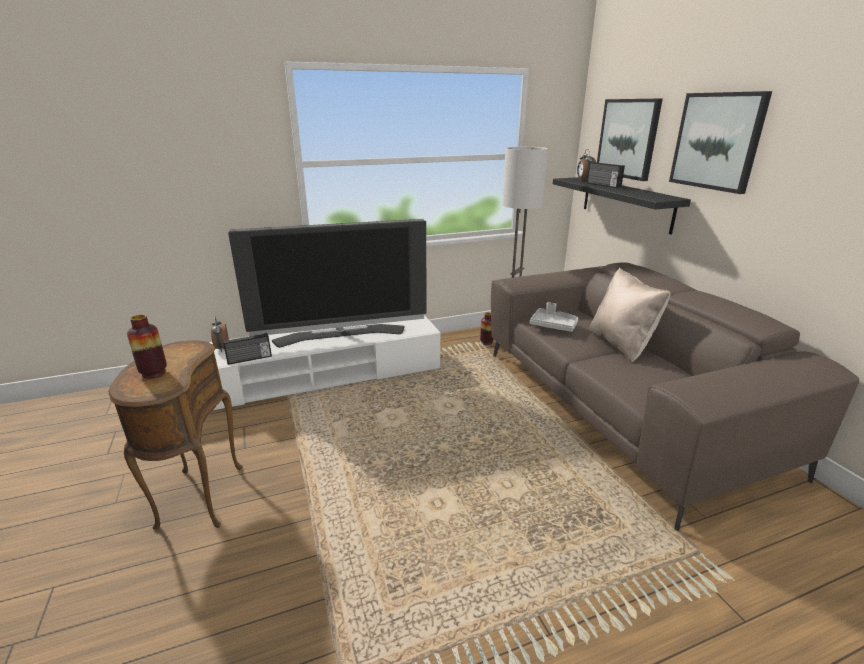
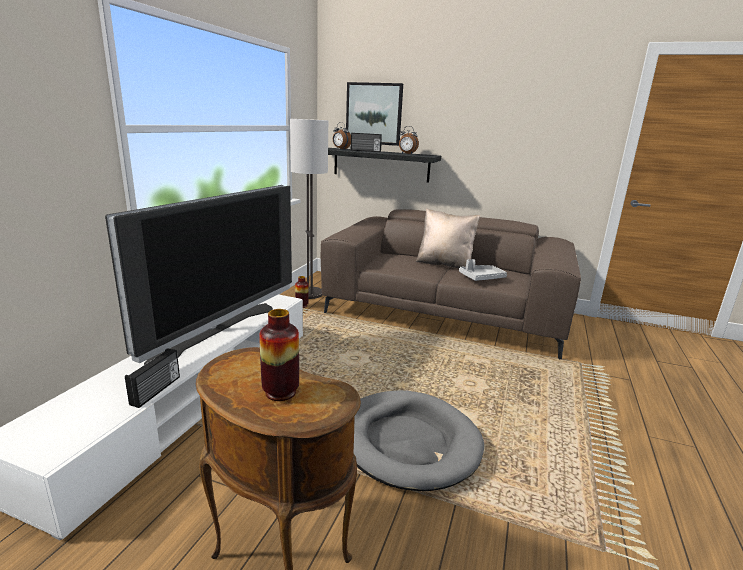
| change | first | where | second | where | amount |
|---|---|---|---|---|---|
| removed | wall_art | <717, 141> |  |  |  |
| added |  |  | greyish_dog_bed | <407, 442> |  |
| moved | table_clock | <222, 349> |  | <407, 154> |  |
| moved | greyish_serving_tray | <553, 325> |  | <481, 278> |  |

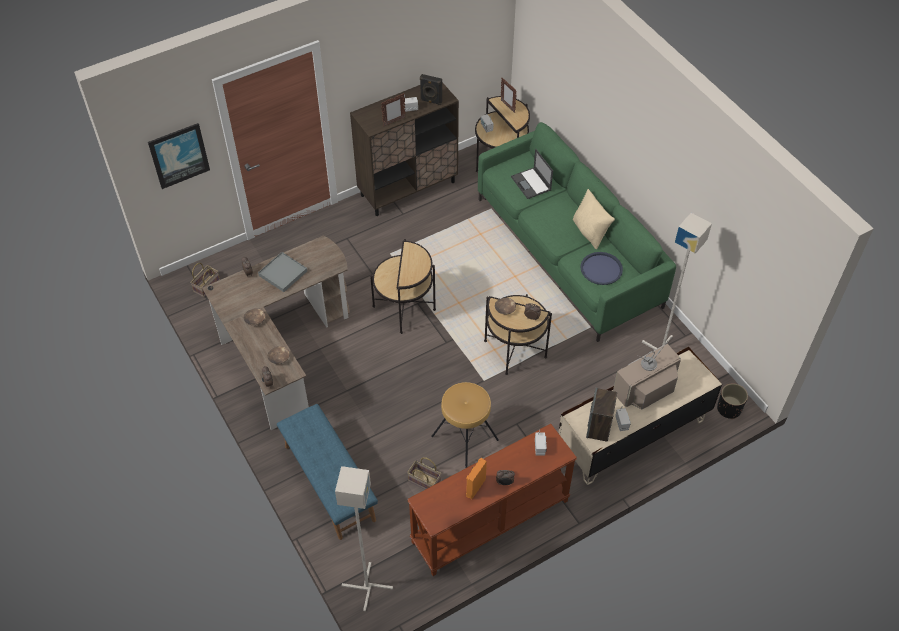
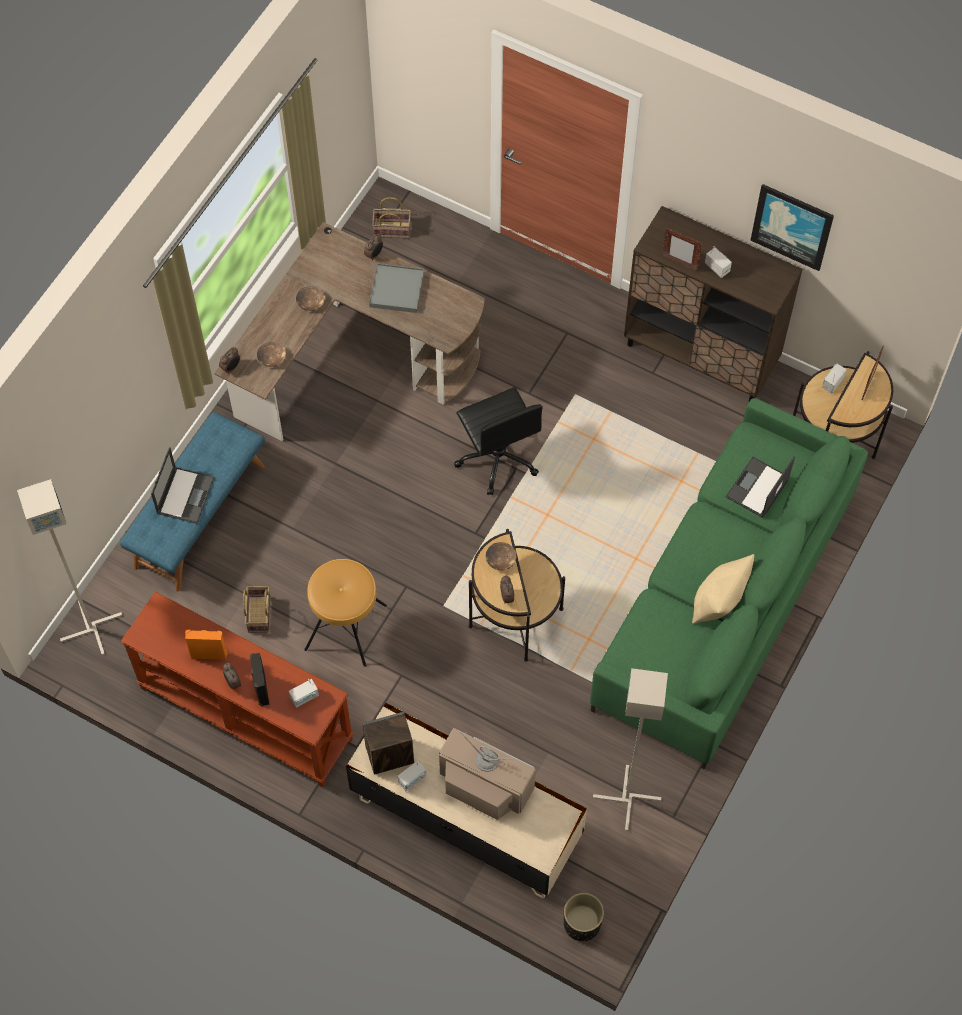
| change | first | where | second | where | amount |
|---|---|---|---|---|---|
| removed | blue-coloured_serving_tray | <601, 269> |  |  |  |
| added |  |  | laptop | <185, 494> |  |
| moved | wall_art | <179, 155> |  | <792, 226> |  |
| moved | black_loudspeaker | <431, 101> |  | <261, 689> |  |
| replaced | side_table | <404, 308> | black_office_chair | <498, 457> |  |

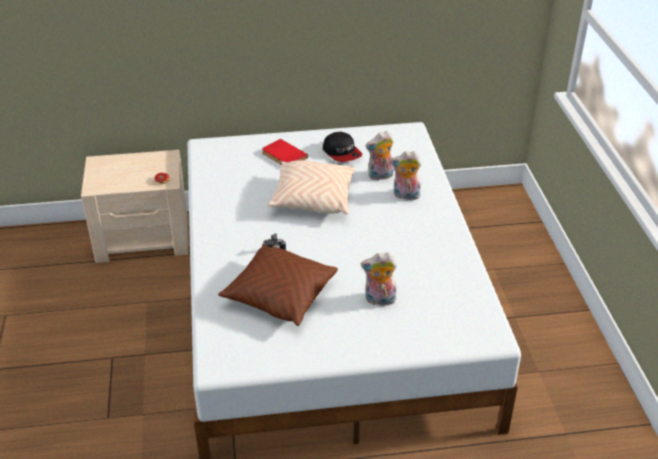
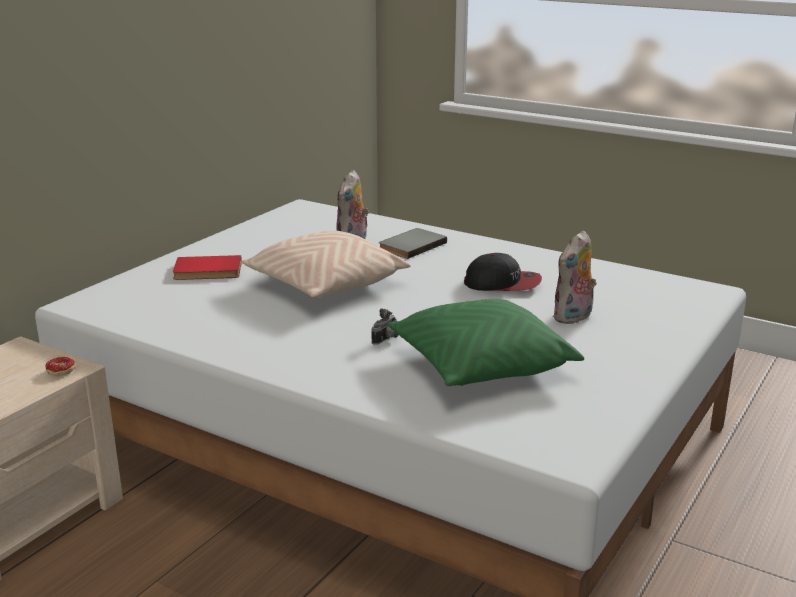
| change | first | where | second | where | amount |
|---|---|---|---|---|---|
| moved | peaked_cap | <342, 152> |  | <502, 284> |  |
| replaced | cuddly_toy | <405, 196> | greyish_volume | <410, 245> |  |
| recoloured | brown-coloured_cushion | <279, 295> | green-coloured_cushion | <480, 366> |  |

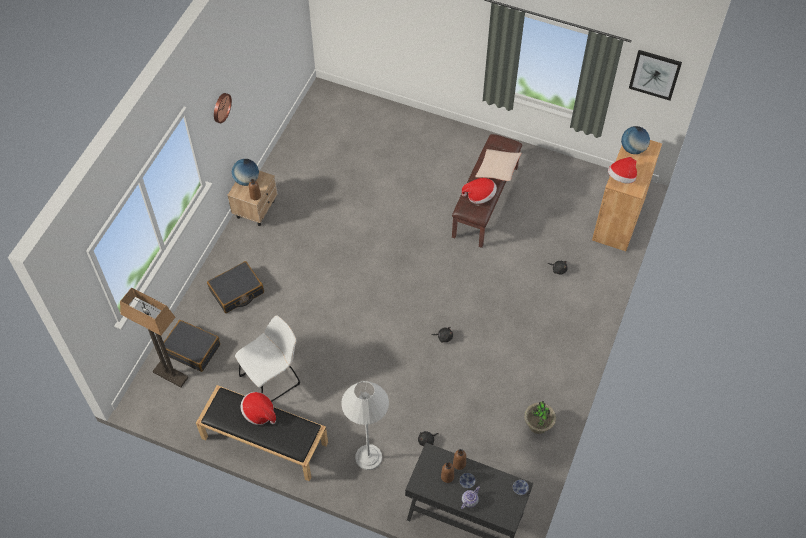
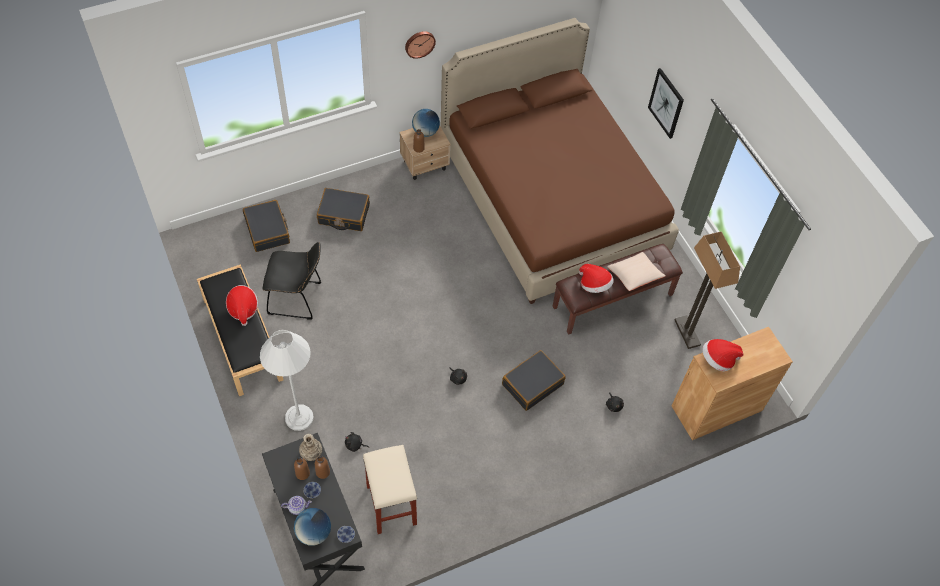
| change | first | where | second | where | amount |
|---|---|---|---|---|---|
| removed | potted_plant | <538, 425> |  |  |  |
| added |  |  | decorative_vase | <311, 452> |  |
| added |  |  | beige-coloured_stool_seat | <392, 505> |  |
| added |  |  | brown-coloured_sleeping_bed | <551, 199> |  |
| added |  |  | black_suitcase | <532, 384> |  |
| moved | standing_lamp | <171, 375> |  | <687, 333> |  |
| moved | desk_globe | <633, 149> |  | <314, 533> |  |
| moved | wall_art | <655, 74> |  | <666, 103> |  |
| recoloured | whitish_chair | <272, 378> | black_chair | <298, 299> |  |

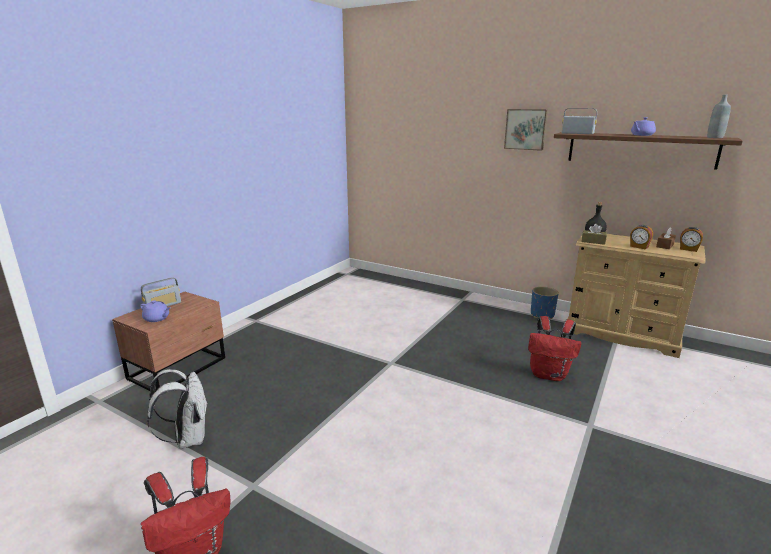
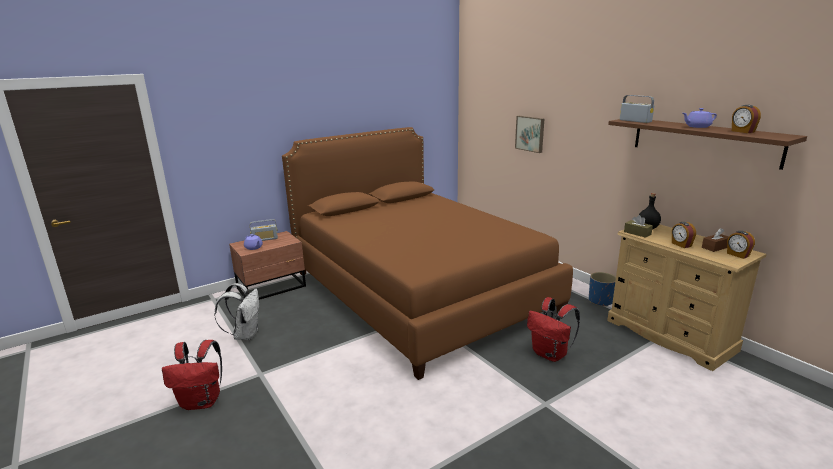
| change | first | where | second | where | amount |
|---|---|---|---|---|---|
| removed | greyish_beverage_bottle | <715, 137> |  |  |  |
| added |  |  | brown-coloured_sleeping_bed | <419, 291> |  |
| added |  |  | table_clock | <742, 131> |  |
| moved | wall_art | <525, 129> |  | <530, 133> |  |

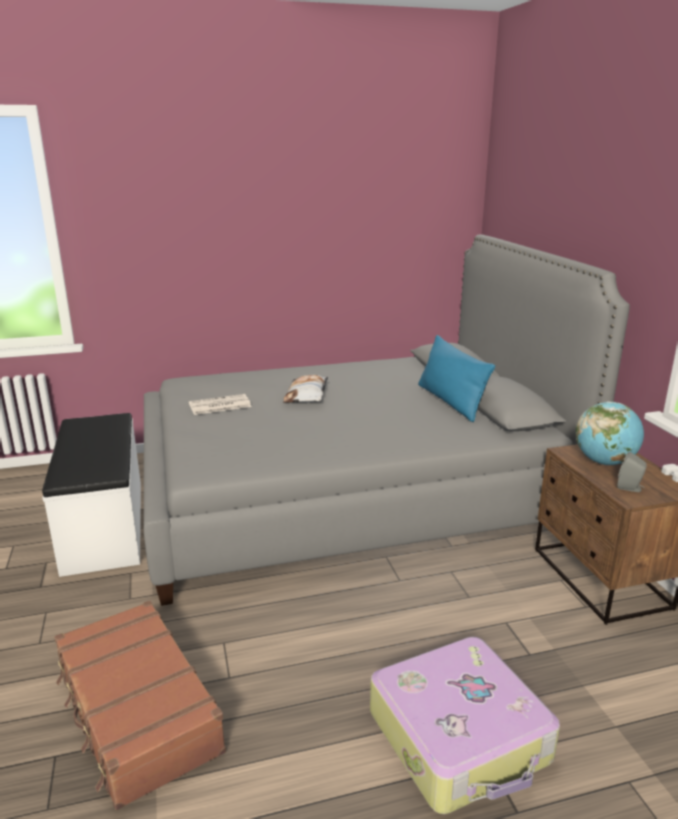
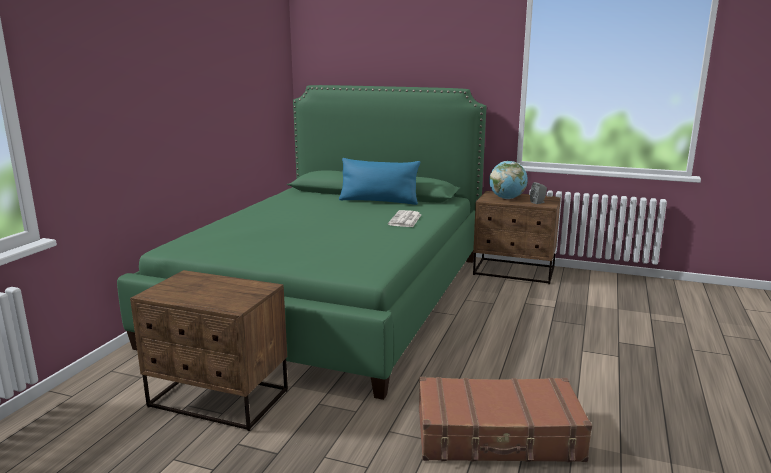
| change | first | where | second | where | amount |
|---|---|---|---|---|---|
| removed | cushion | <307, 395> |  |  |  |
| removed | suitcase | <460, 737> |  |  |  |
| moved | daily_paper | <219, 405> |  | <405, 220> |  |
| replaced | whitish_indoor_bench | <106, 524> | brown-coloured_bedside_table | <218, 399> |  |
| recoloured | greyish_sleeping_bed | <348, 491> | green-coloured_sleeping_bed | <332, 296> |  |

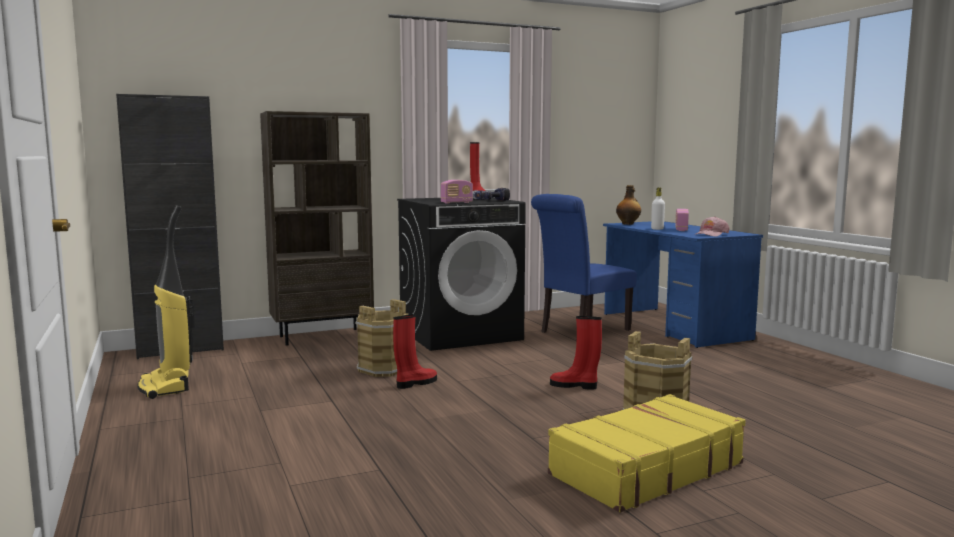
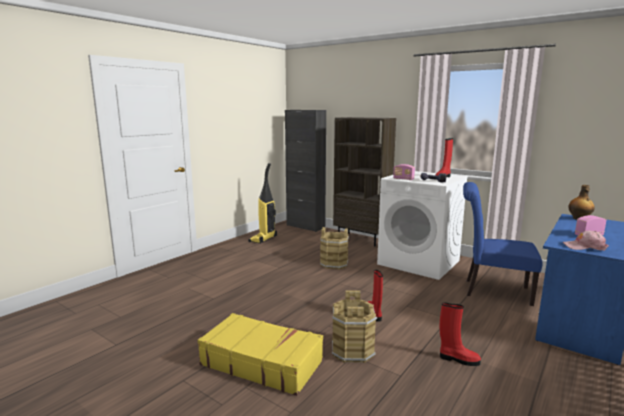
| change | first | where | second | where | amount |
|---|---|---|---|---|---|
| removed | whitish_beverage_bottle | <657, 229> |  |  |  |
| moved | reddish_tall_boot | <415, 383> |  | <458, 359> |  |
| recoloured | black_laundry_appliance | <460, 334> | whitish_laundry_appliance | <419, 262> |  |

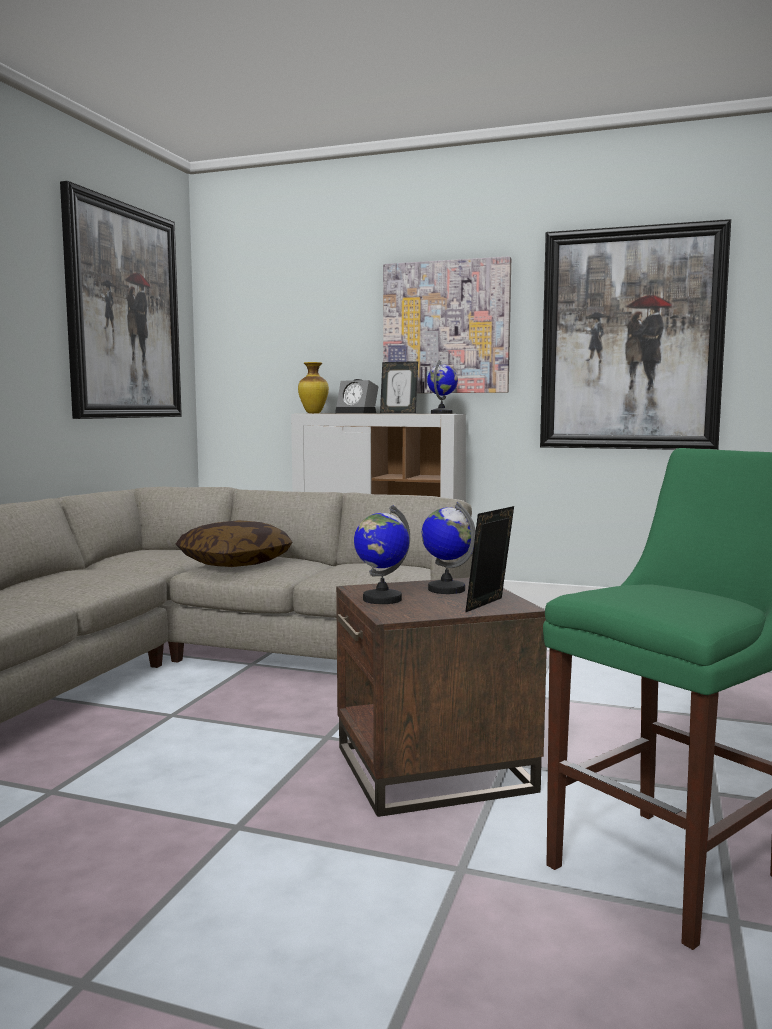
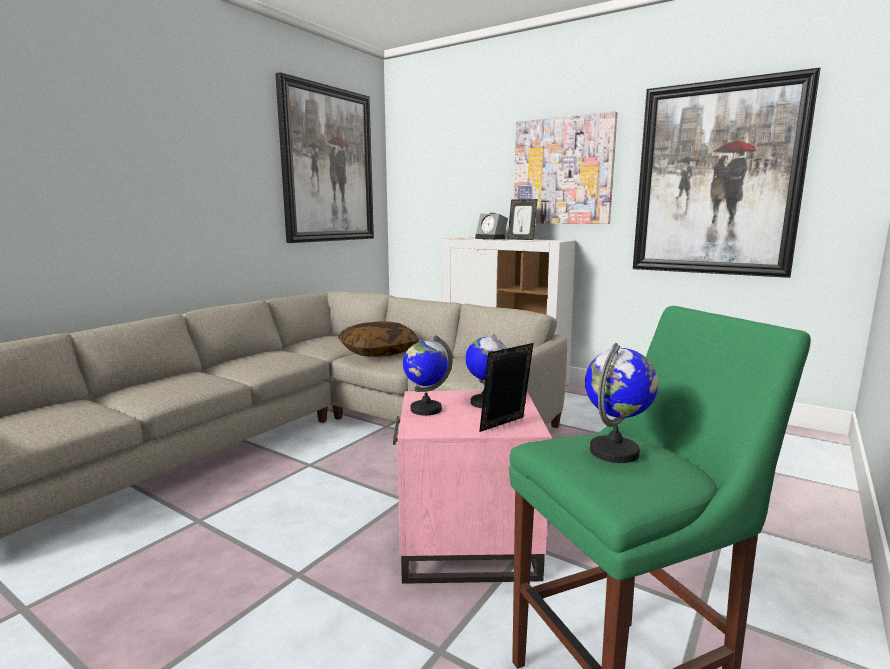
| change | first | where | second | where | amount |
|---|---|---|---|---|---|
| removed | decorative_vase | <313, 413> |  |  |  |
| moved | desk_globe | <441, 413> |  | <614, 452> |  |
| recoloured | brown-coloured_side_table | <434, 769> | pink_side_table | <468, 543> |  |

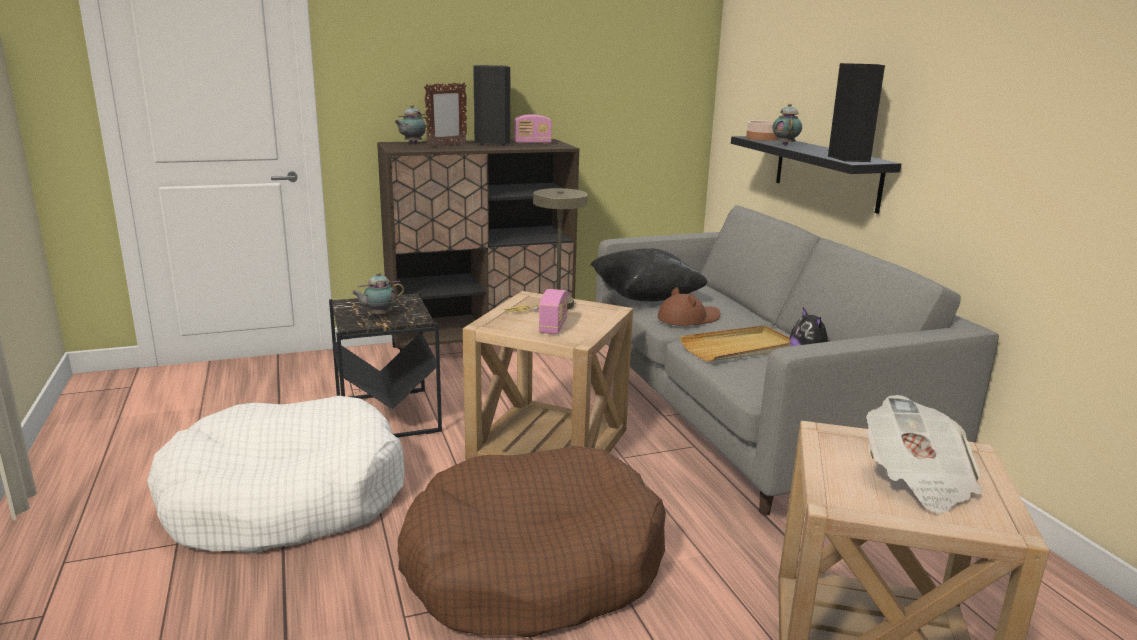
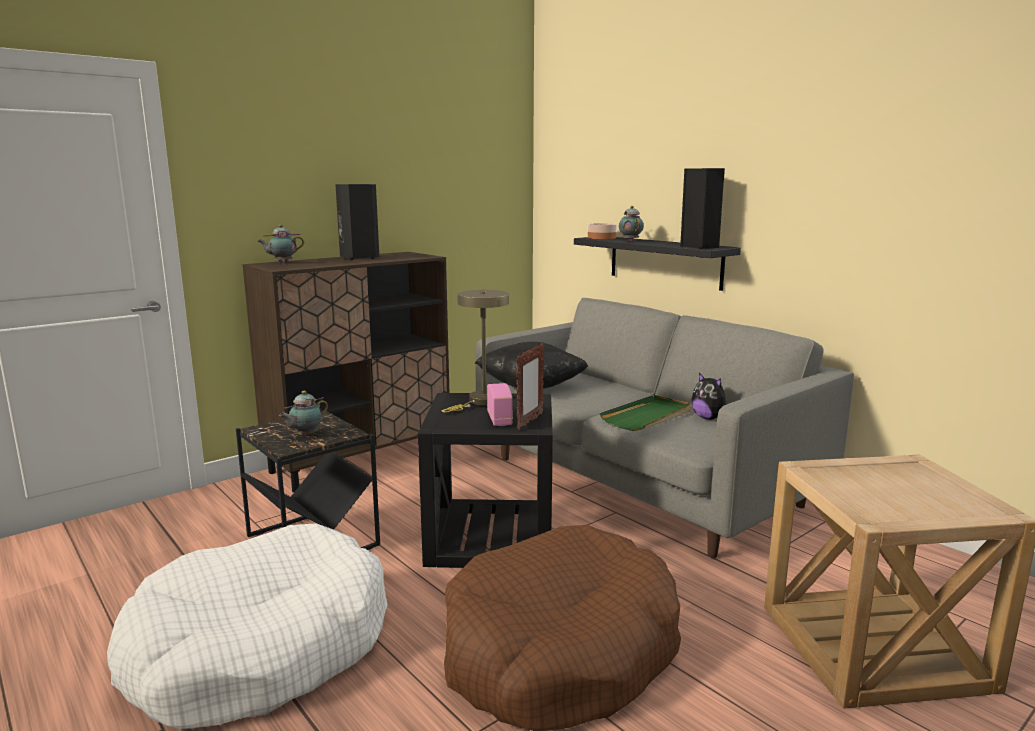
| change | first | where | second | where | amount |
|---|---|---|---|---|---|
| removed | radio_receiver | <532, 143> |  |  |  |
| removed | brown-coloured_hat | <688, 319> |  |  |  |
| removed | daily_paper | <917, 480> |  |  |  |
| moved | picture_frame | <446, 145> |  | <529, 422> |  |
| recoloured | beige-coloured_side_table | <548, 444> | black_side_table | <490, 536> |  |
| recoloured | beige-coloured_serving_tray | <739, 348> | green-coloured_serving_tray | <648, 416> |  |
| turned | teapot | <412, 143> |  | <282, 263> | 45 degrees clockwise |

